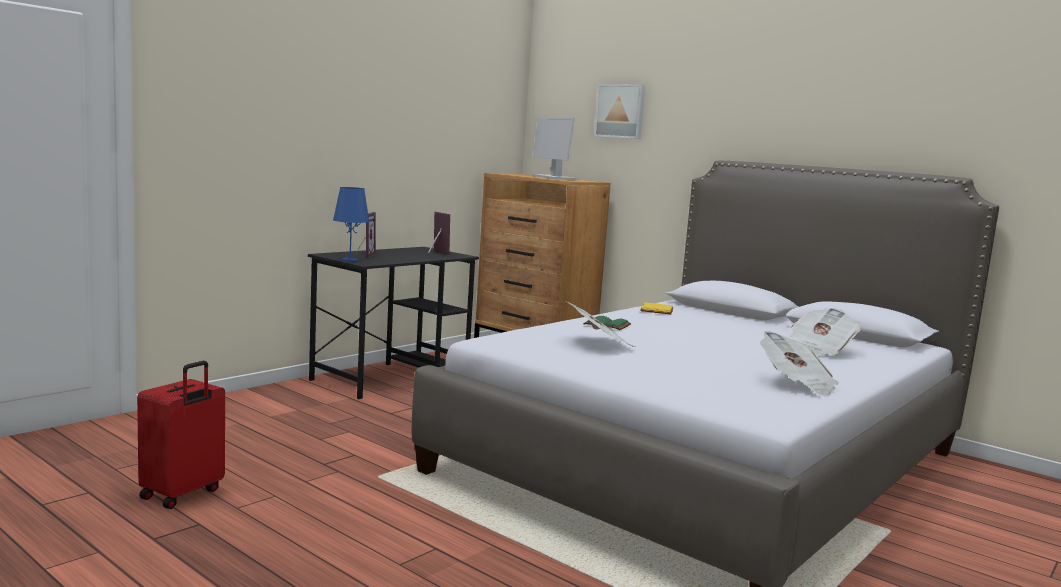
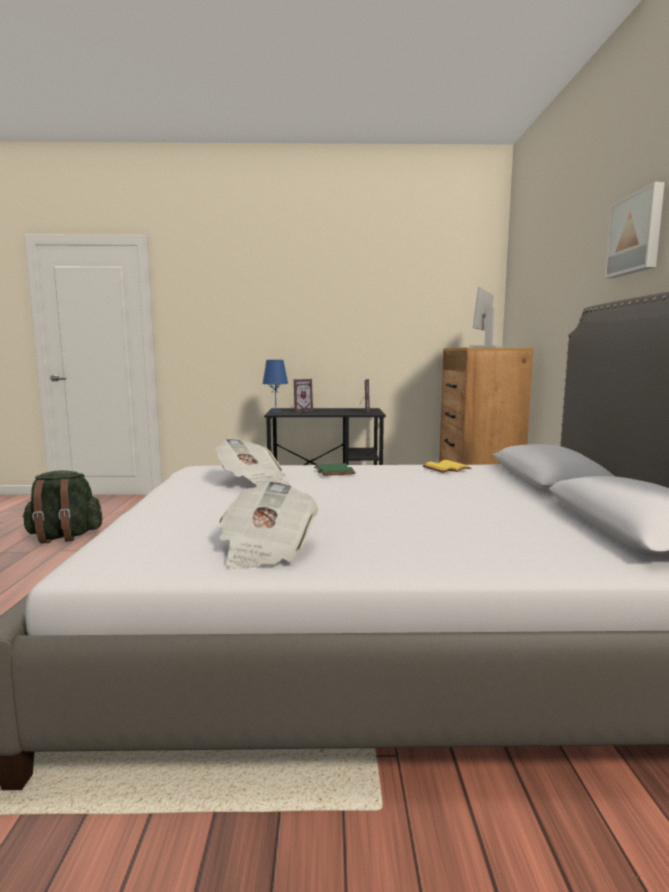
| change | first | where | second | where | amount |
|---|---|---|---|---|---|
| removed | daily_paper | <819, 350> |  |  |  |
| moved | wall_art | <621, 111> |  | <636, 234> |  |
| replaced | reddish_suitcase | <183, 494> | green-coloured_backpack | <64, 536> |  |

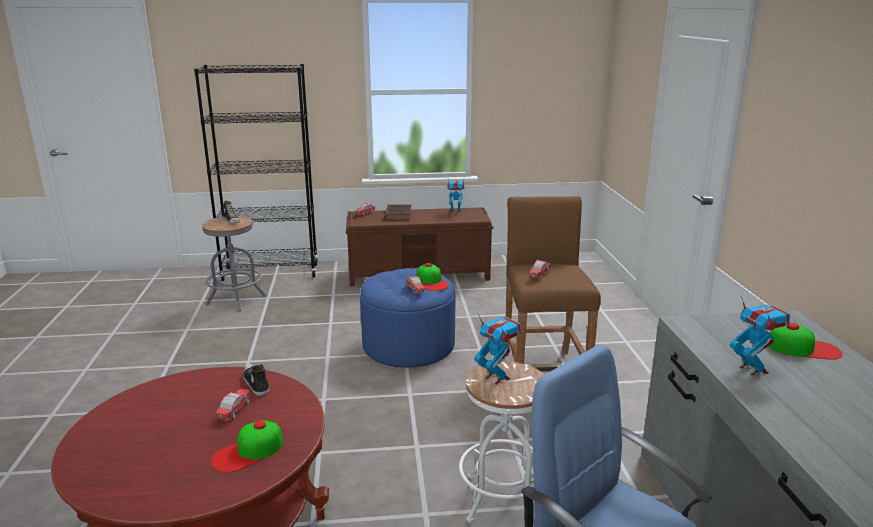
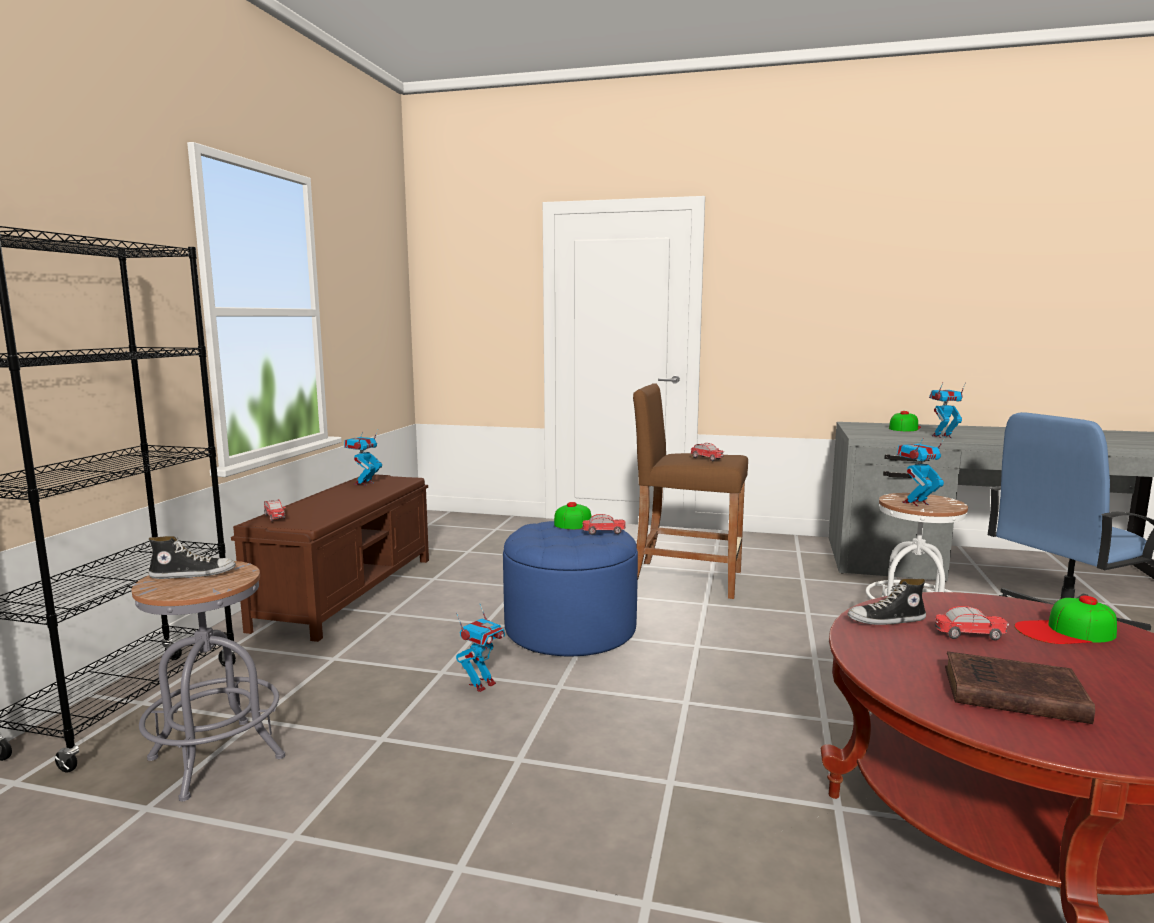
| change | first | where | second | where | amount |
|---|---|---|---|---|---|
| added |  |  | robot_figure | <481, 684> |  |
| moved | brown-coloured_volume | <398, 214> |  | <1009, 694> |  |
| turned | peaked_cap | <248, 452> |  | <1065, 631> | 105 degrees clockwise |
| turned | model_car | <234, 411> |  | <968, 635> | 150 degrees clockwise |

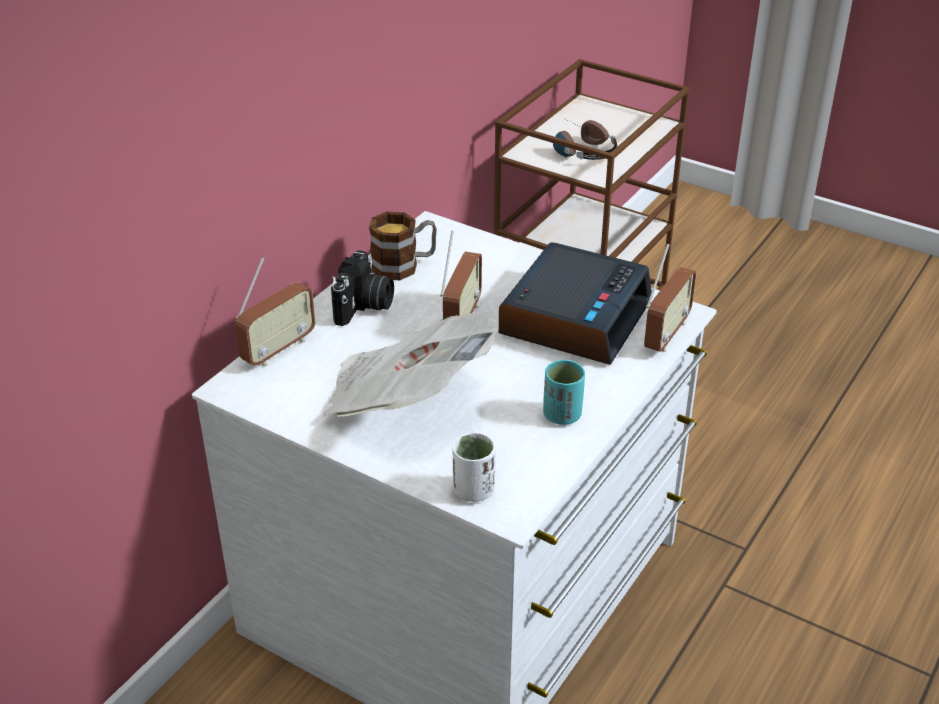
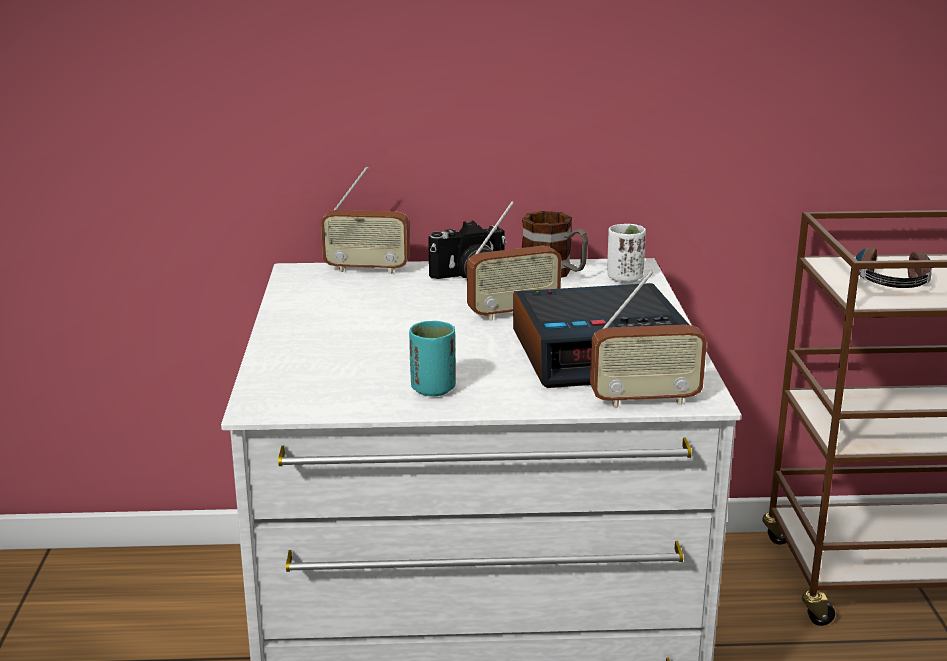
| change | first | where | second | where | amount |
|---|---|---|---|---|---|
| removed | daily_paper | <406, 400> |  |  |  |
| moved | whitish_small_cup | <473, 491> |  | <624, 278> |  |

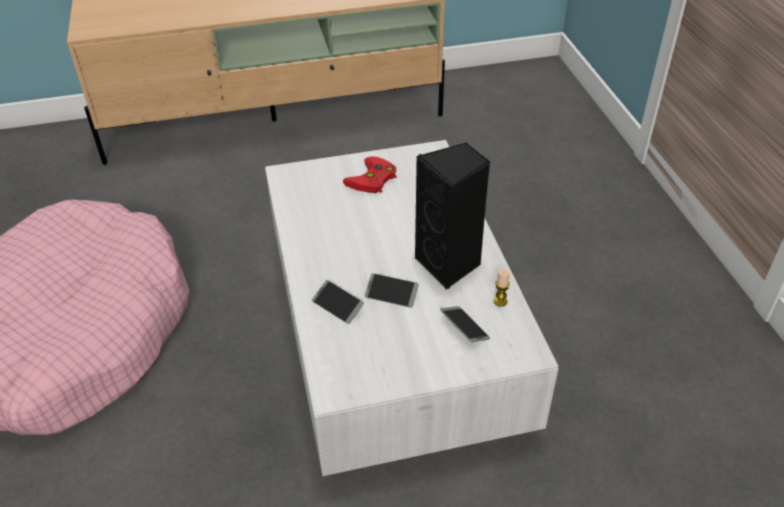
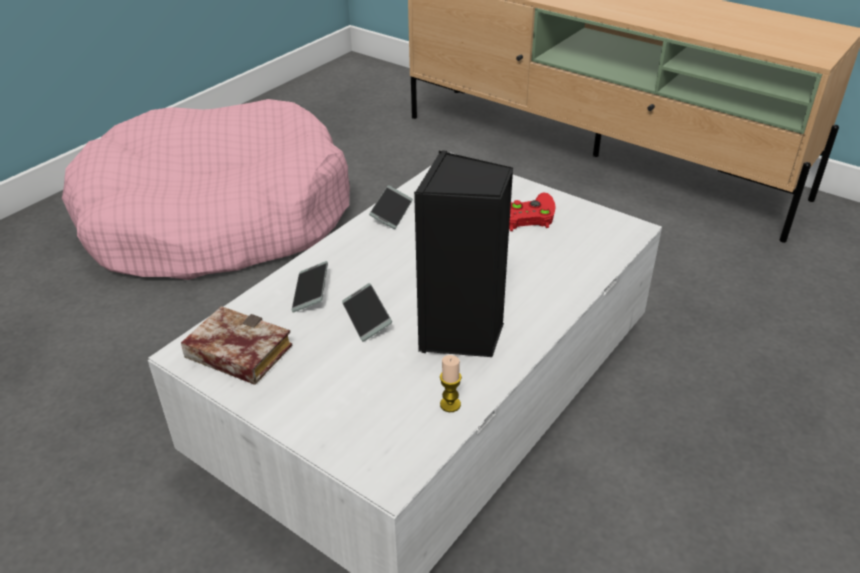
| change | first | where | second | where | amount |
|---|---|---|---|---|---|
| added |  |  | volume | <234, 353> |  |
| moved | telephone | <464, 328> |  | <391, 212> |  |

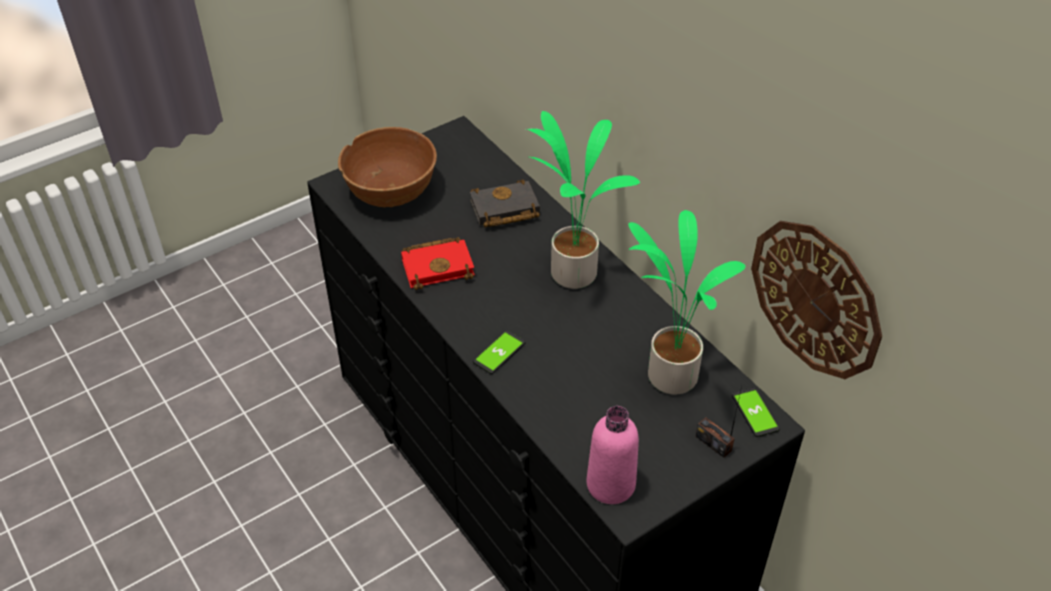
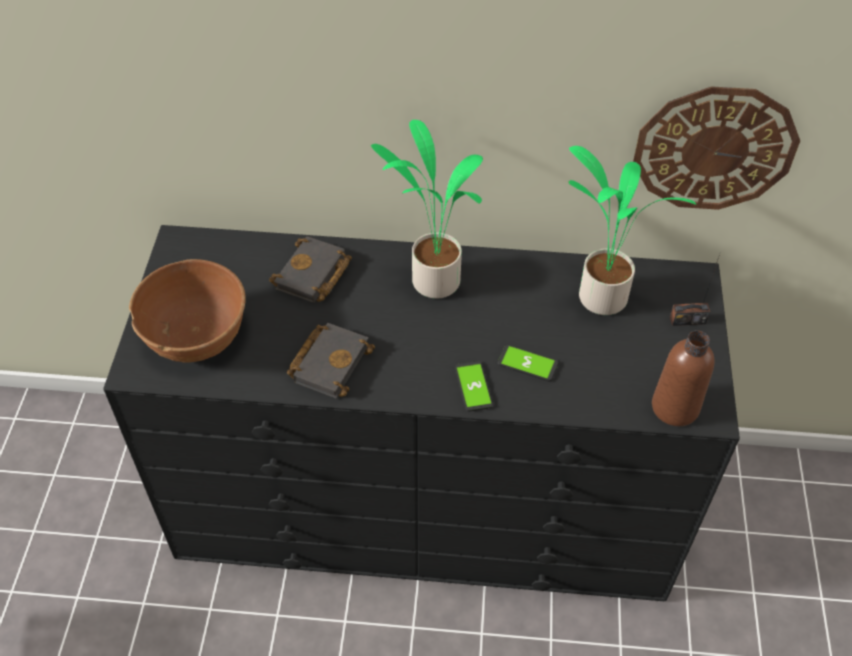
| change | first | where | second | where | amount |
|---|---|---|---|---|---|
| moved | telephone | <755, 413> |  | <527, 363> |  |
| recoloured | reddish_volume | <439, 266> | black_volume | <329, 361> |  |
| recoloured | pink_beverage_bottle | <610, 484> | brown-coloured_beverage_bottle | <675, 407> |  |

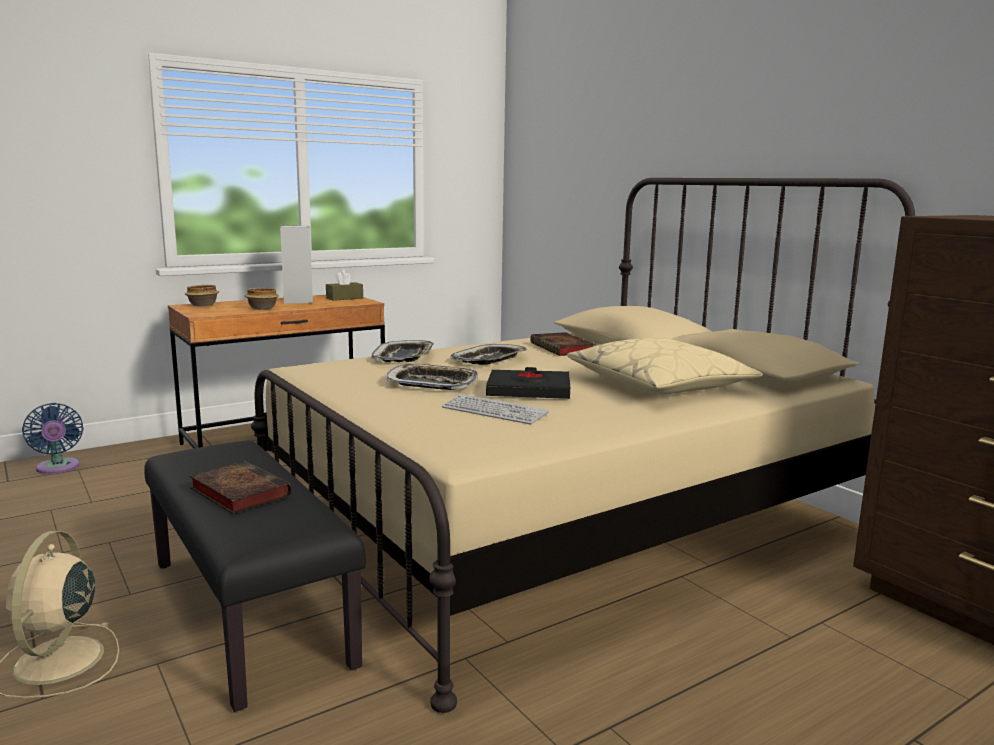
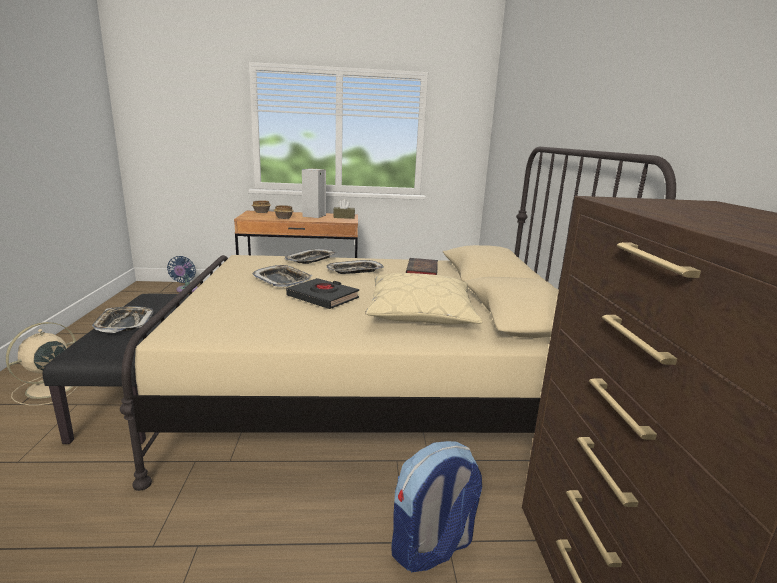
| change | first | where | second | where | amount |
|---|---|---|---|---|---|
| removed | keyboard | <494, 411> |  |  |  |
| added |  |  | backpack | <431, 548> |  |
| replaced | volume | <237, 492> | serving_tray | <124, 323> |  |

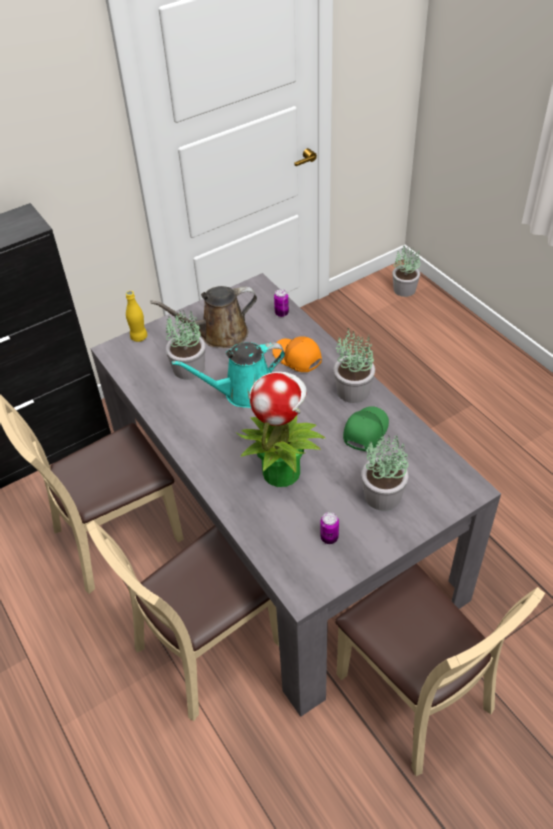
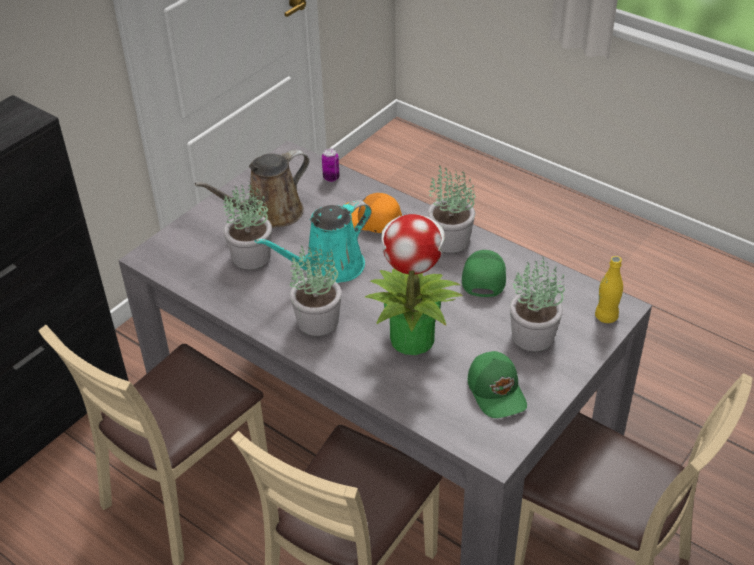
| change | first | where | second | where | amount |
|---|---|---|---|---|---|
| moved | yellow_beverage_bottle | <139, 337> |  | <606, 317> |  |
| moved | potted_plant | <405, 289> |  | <318, 320> |  |
| replaced | sealed_can | <329, 538> | green-coloured_peaked_cap | <497, 391> |  |

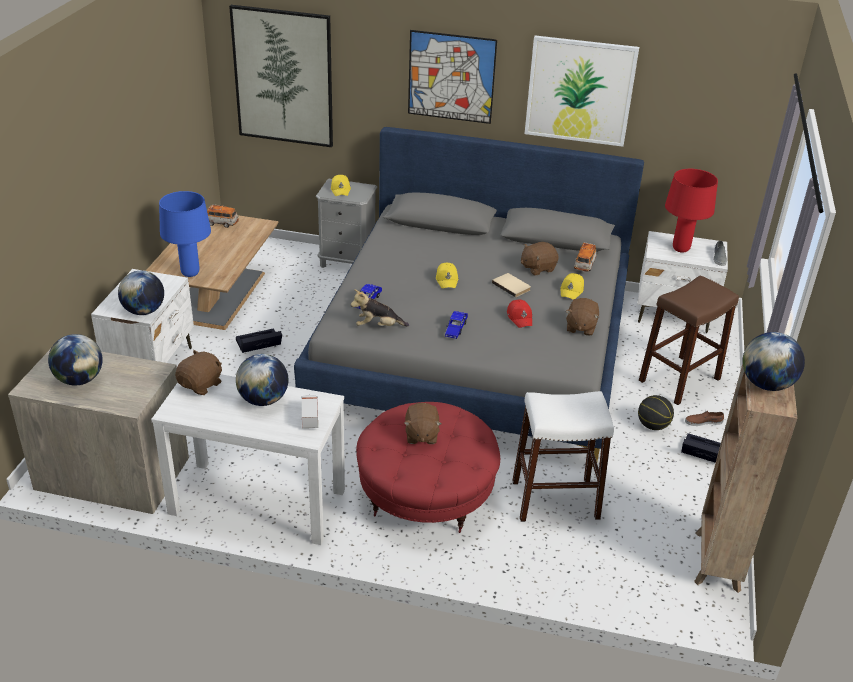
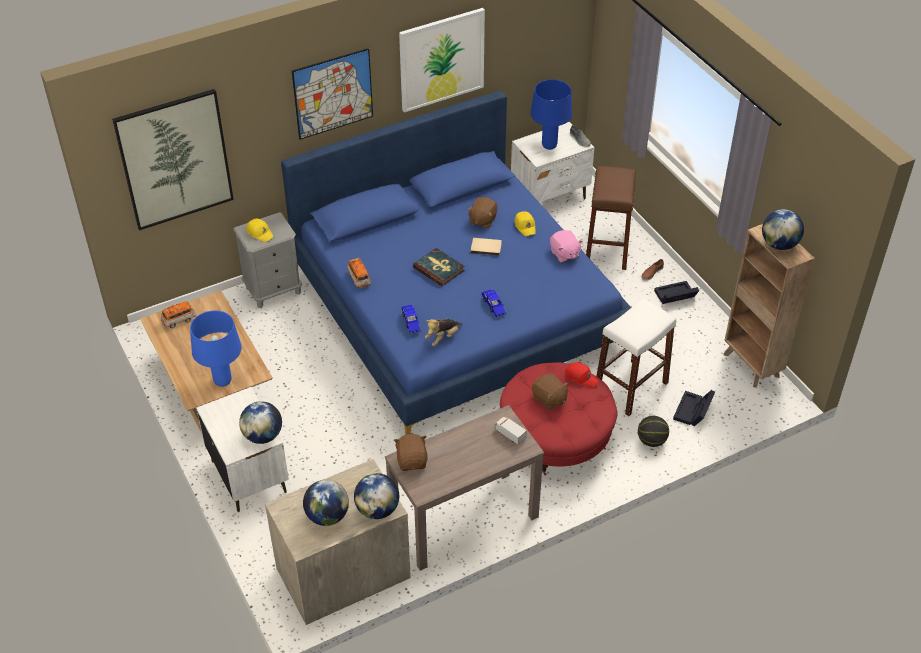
| change | first | where | second | where | amount |
|---|---|---|---|---|---|
| moved | black_storage_container | <258, 345> |  | <693, 412> |  |
| moved | desk_globe | <263, 400> |  | <377, 509> |  |
| moved | reddish_peaked_cap | <520, 317> |  | <581, 377> |  |
| moved | model_car | <584, 265> |  | <359, 279> |  |
| moved | basketball_ball | <653, 426> |  | <651, 441> |  |
| replaced | yellow_peaked_cap | <447, 279> | volume | <439, 269> |  |
| recoloured | whitish_narrow_table | <257, 502> | brown-coloured_narrow_table | <463, 520> |  |
| recoloured | greyish_sleeping_bed | <474, 348> | blue-coloured_sleeping_bed | <456, 307> |  |
| recoloured | brown-coloured_cuddly_toy | <580, 327> | pink_cuddly_toy | <564, 254> |  |
| recoloured | reddish_table_lamp | <680, 249> | blue-coloured_table_lamp | <549, 146> |  |

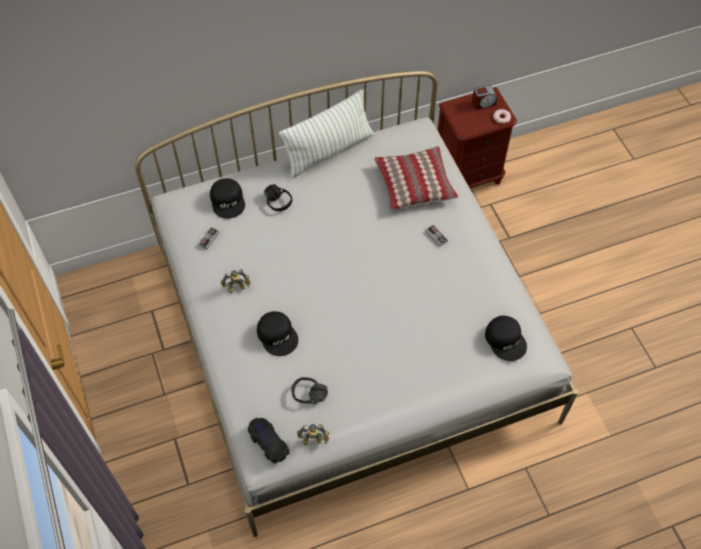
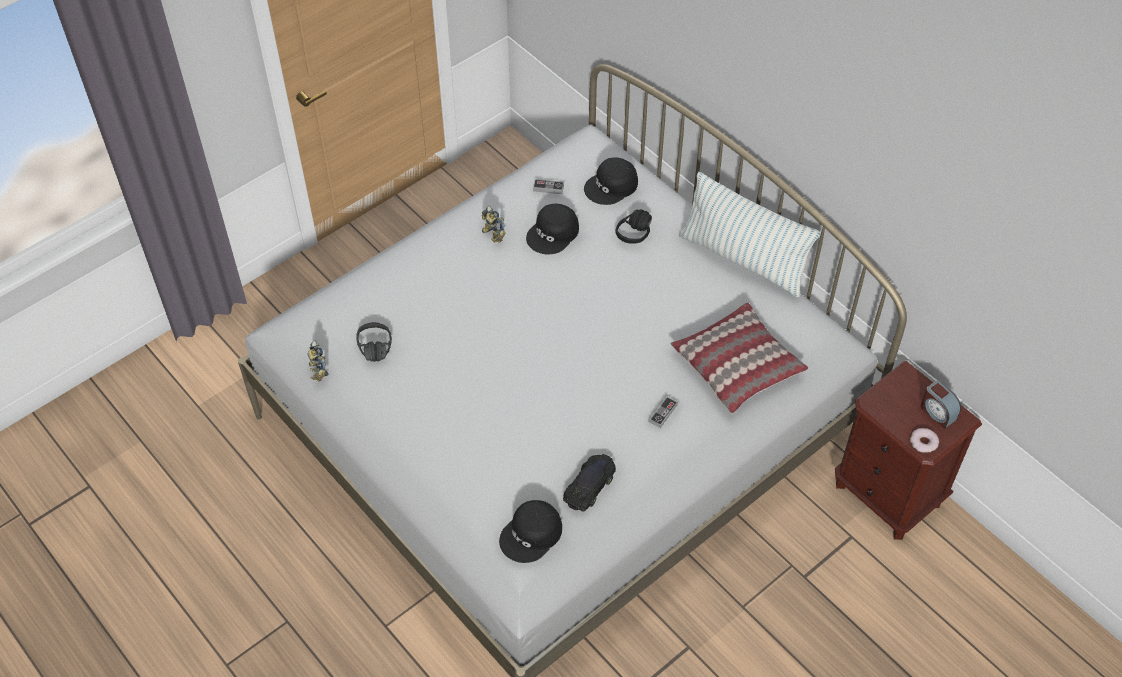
| change | first | where | second | where | amount |
|---|---|---|---|---|---|
| moved | black_model_car | <268, 441> |  | <590, 485> |  |
| moved | black_peaked_cap | <278, 335> |  | <553, 234> |  |

